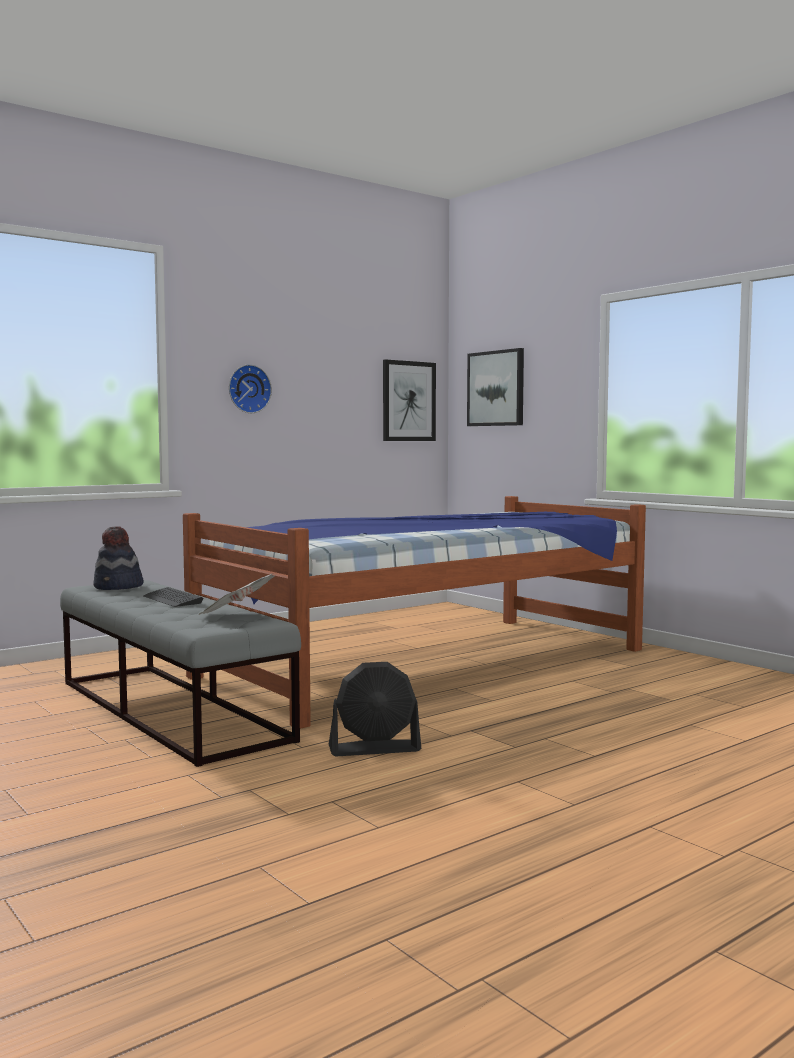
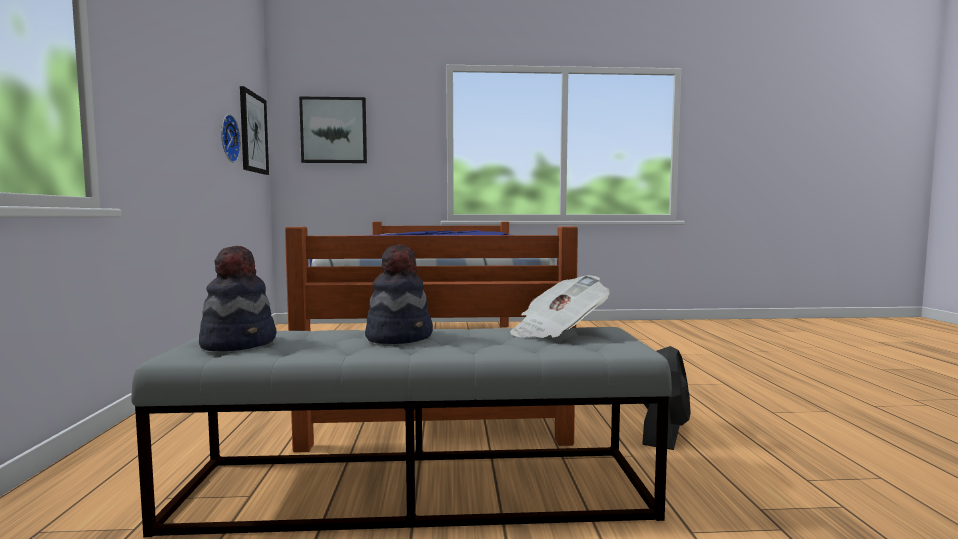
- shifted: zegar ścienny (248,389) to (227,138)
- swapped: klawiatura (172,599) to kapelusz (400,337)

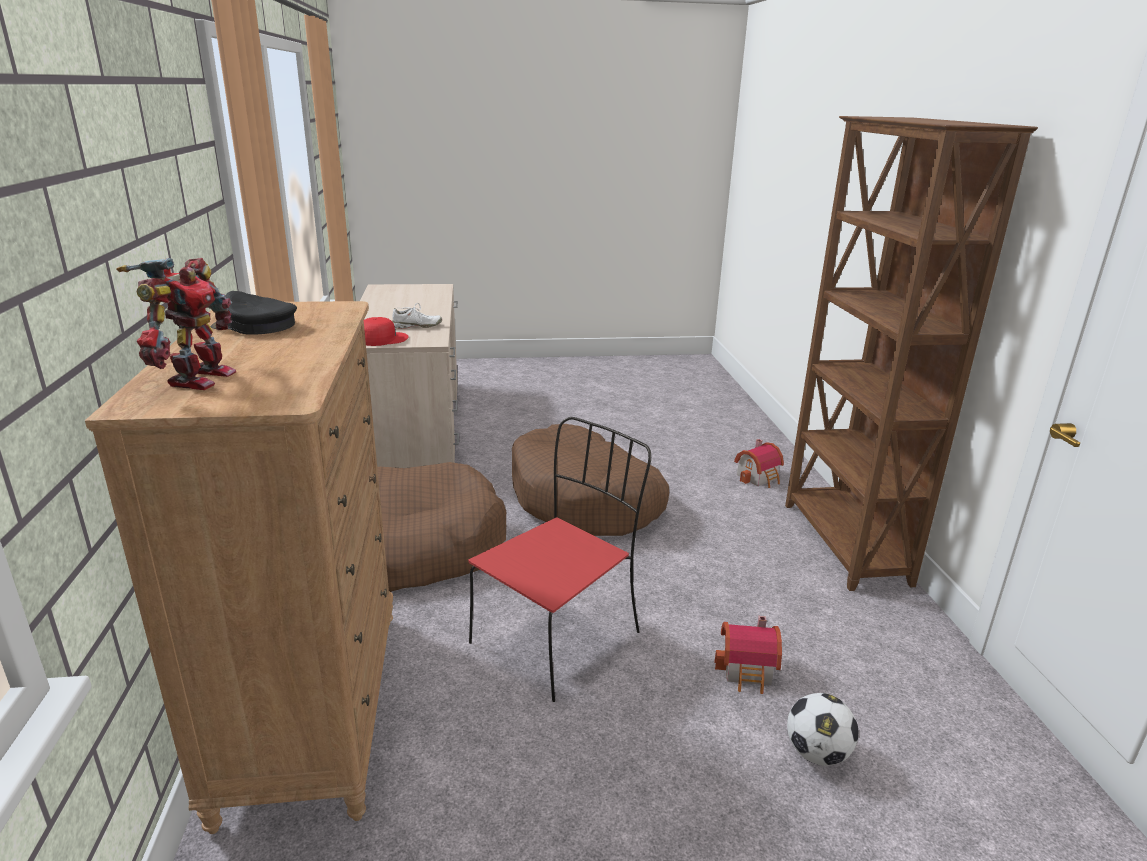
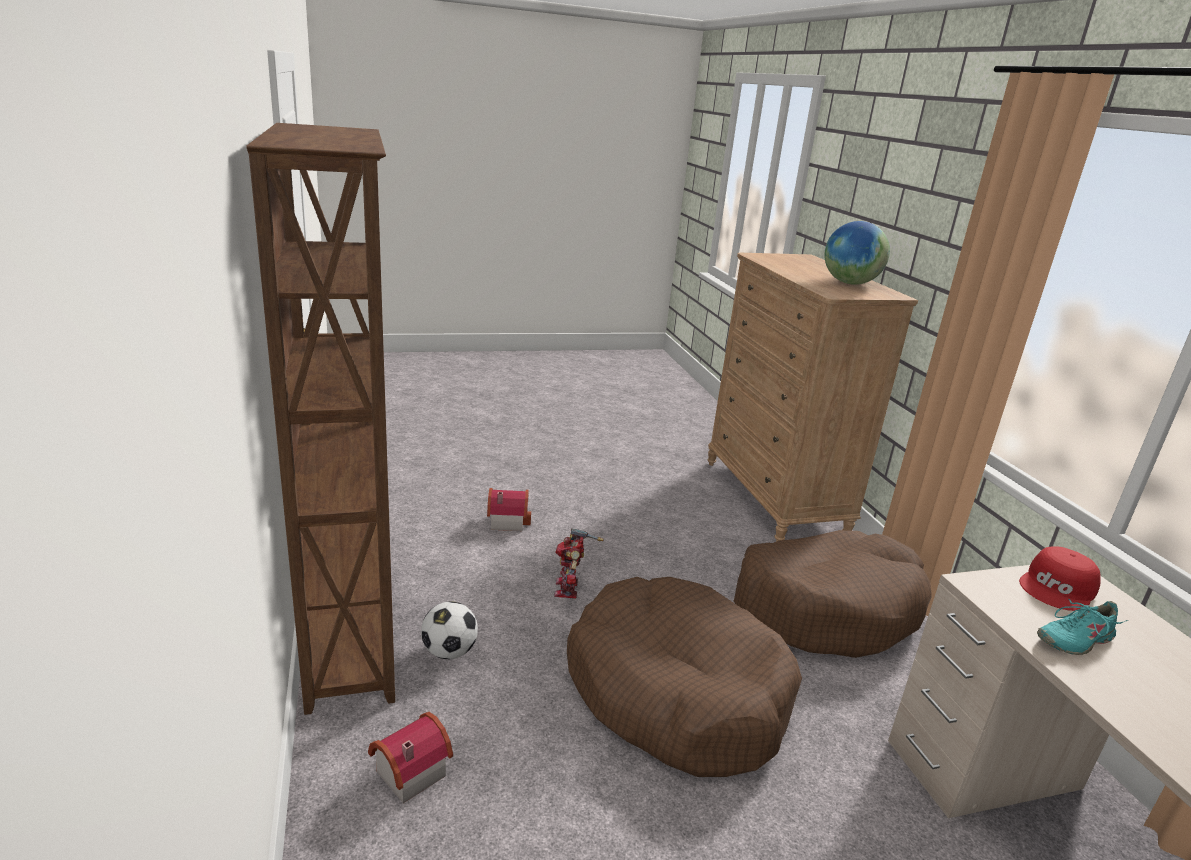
- shifted: piłka futbolowa (816,753) to (449,652)
- shifted: robot zabawkowy (197,378) to (569,589)
- swapped: czapka z daszkiem (czarny) (255,326) to globus (849,283)
- repainted: but (biały) (417,326) to but (turkusowy) (1073,639)
- gone: krzesło (czerwony) (558,636)

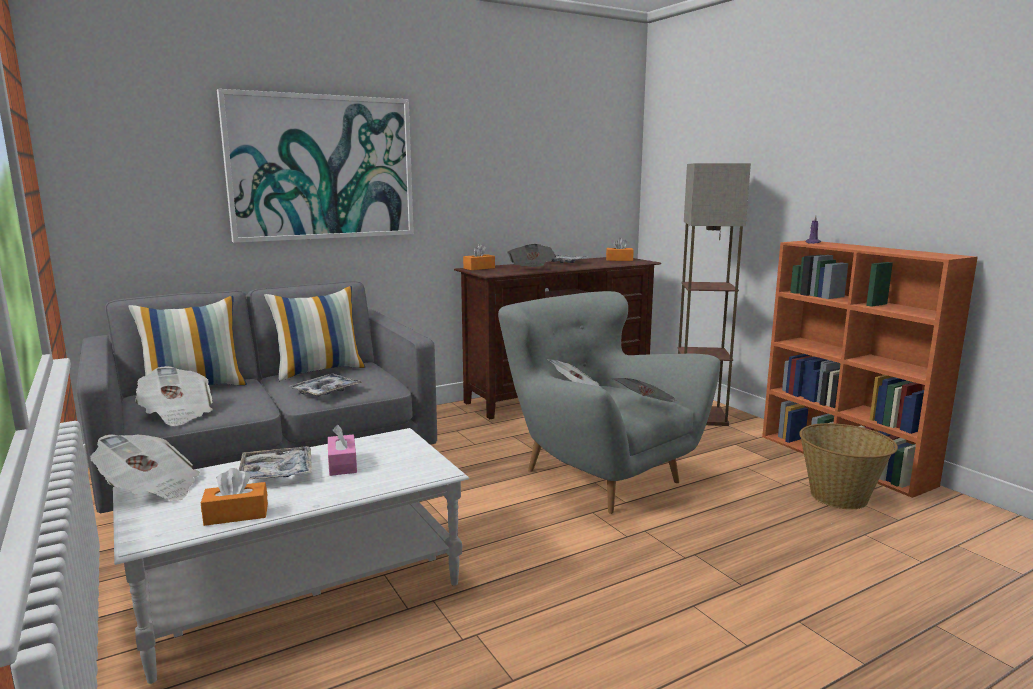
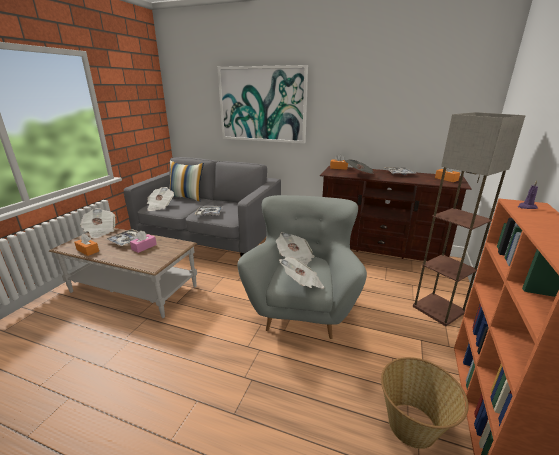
- repainted: ława (biały) (303,592) to ława (brązowy) (134,289)
- gone: poduszka (319,371)

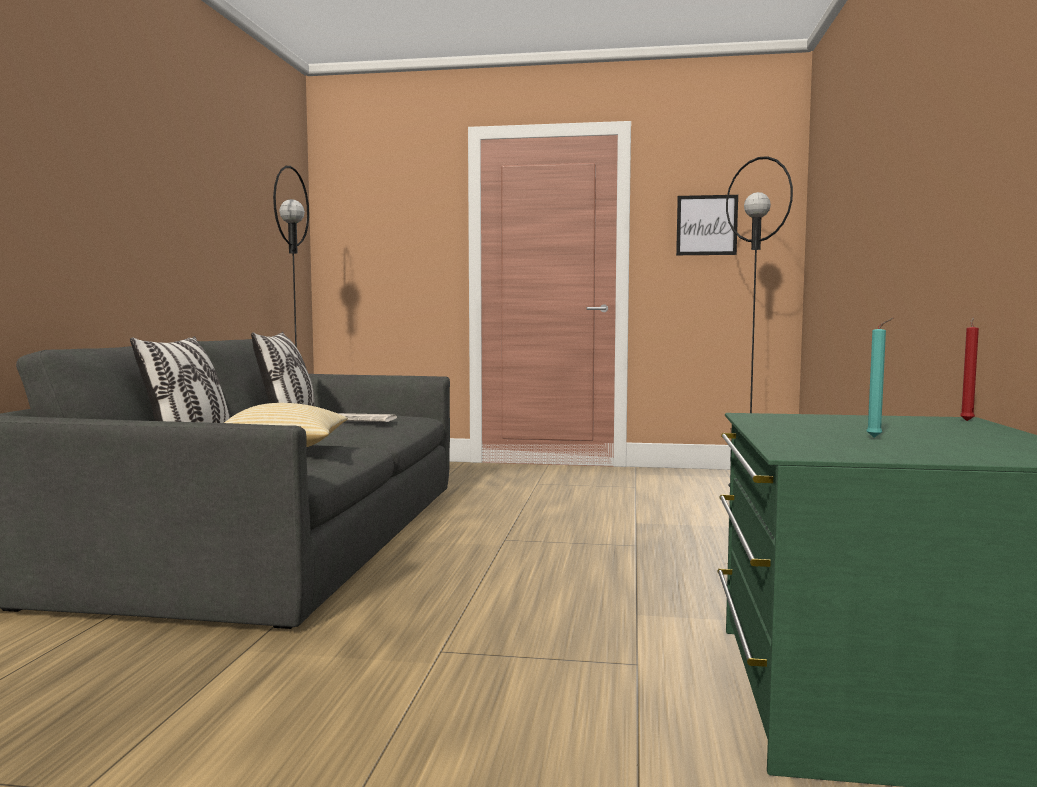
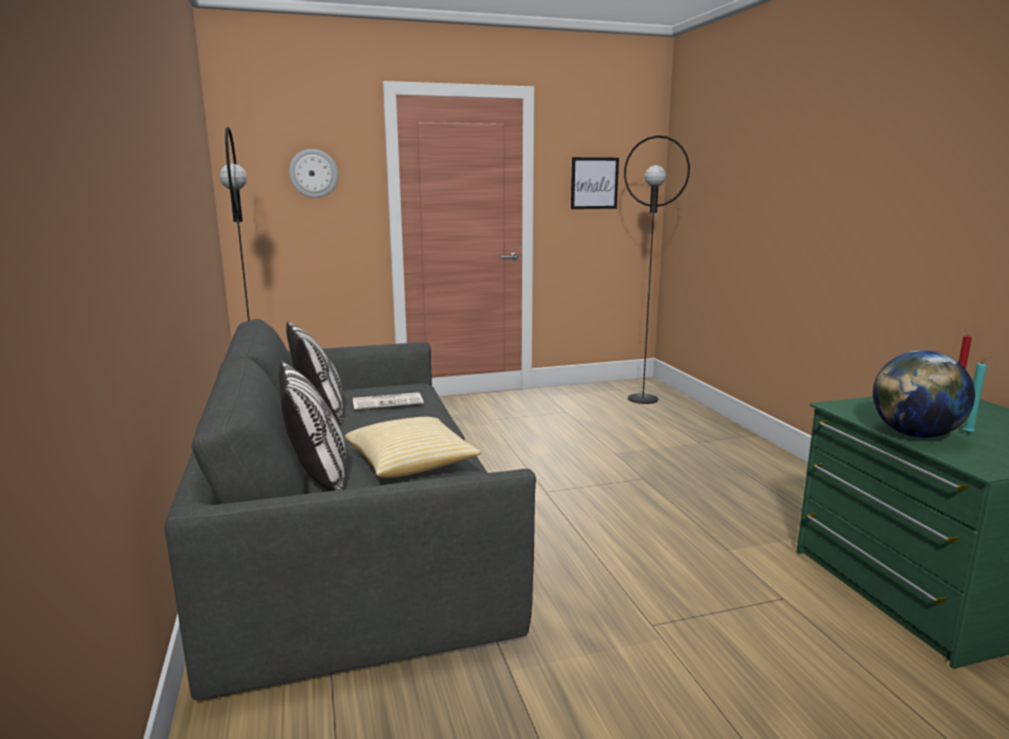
- new: zegar ścienny (313,173)
- new: globus (914,435)

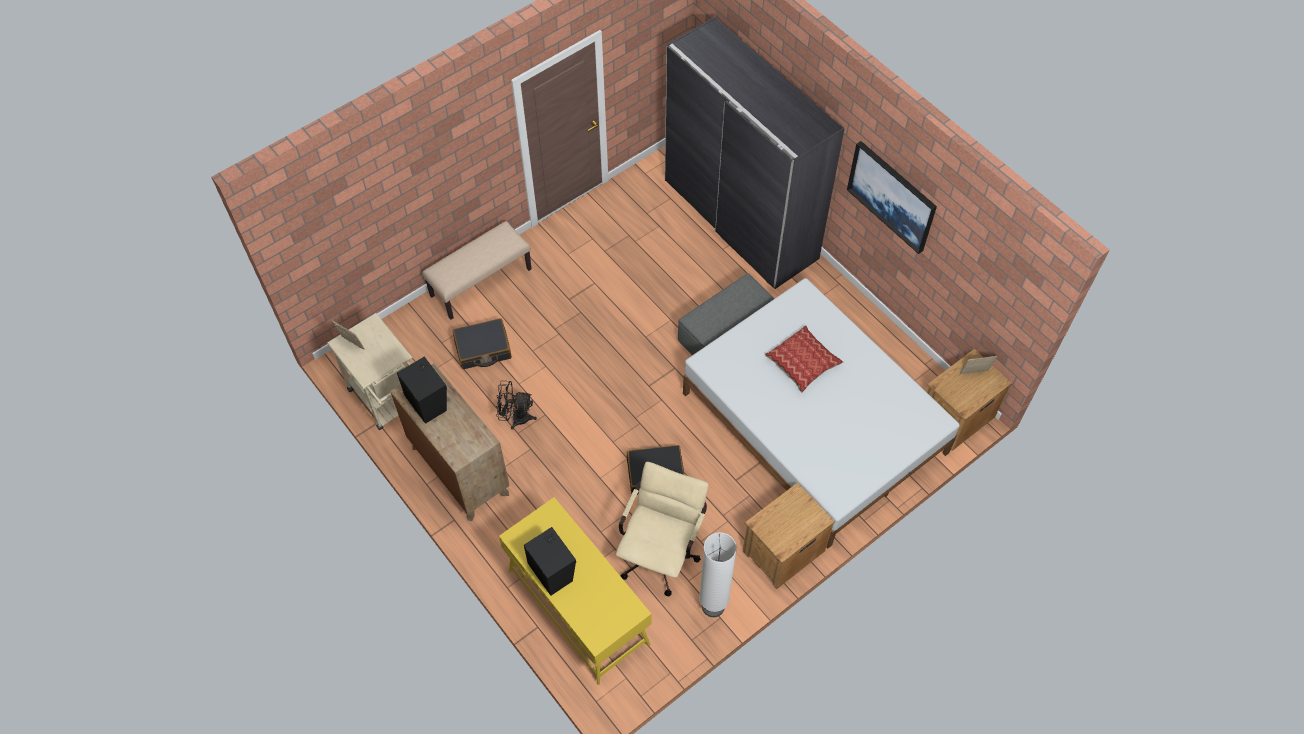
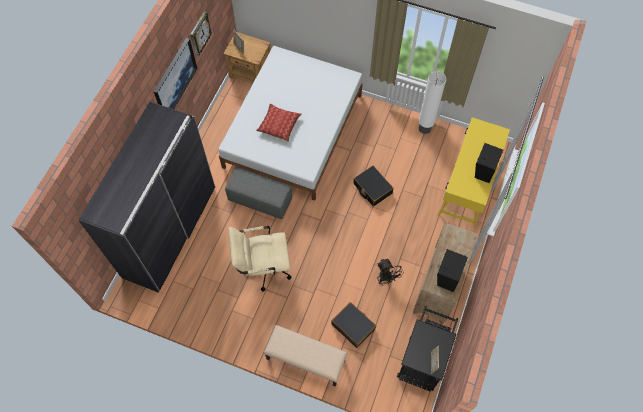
- new: zegar ścienny (199,34)
- shifted: krzesło biurowe (beżowy) (661,551) to (263,267)
- repainted: wózek (beżowy) (390,400) to wózek (czarny) (422,358)
- gone: szafka nocna (brązowy) (782,551)

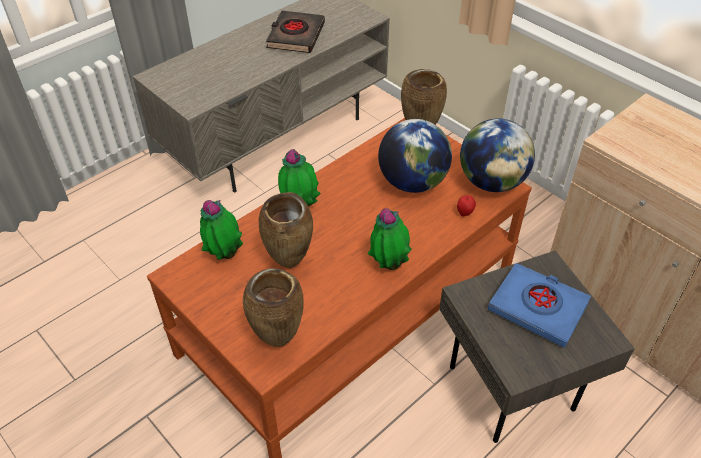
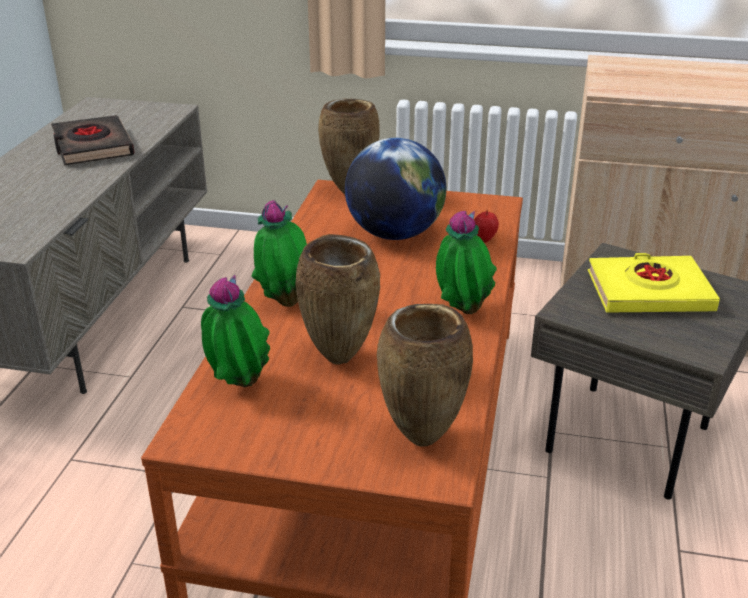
- repainted: książka (niebieski) (538,308) to książka (żółty) (649,292)
- gone: globus (491,182)

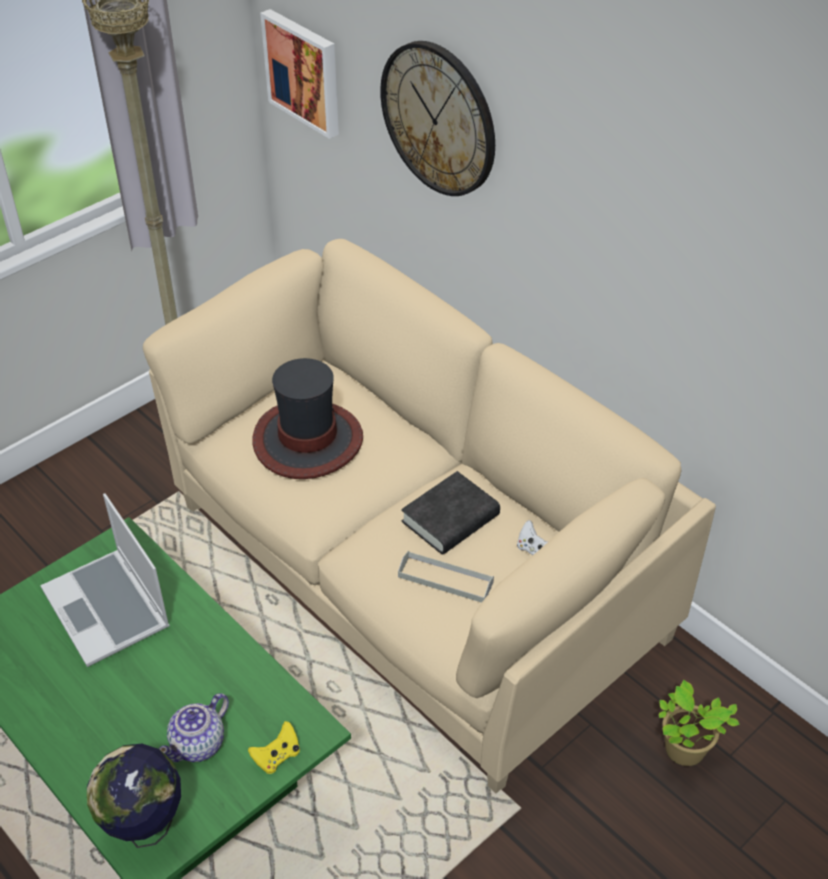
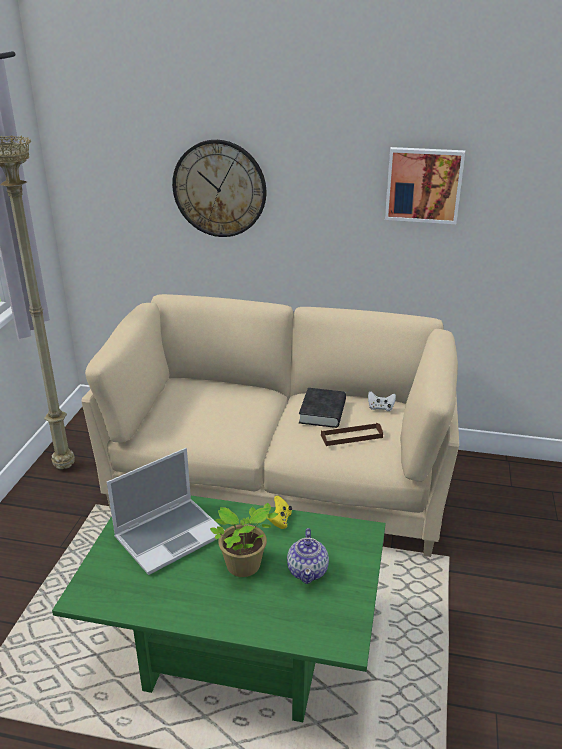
- rotated: laptop (108,609) = (170,535) 60 degrees counterclockwise
- shifted: roślina doniczkowa (684,752) to (244,567)
- shifted: pad do gier (żółty) (277,757) to (280,520)
- repainted: taca (szary) (445,579) to taca (brązowy) (351,436)
- shifted: obraz (304,72) to (424,185)
- gone: globus (145,827)
- gone: kapelusz (307,441)

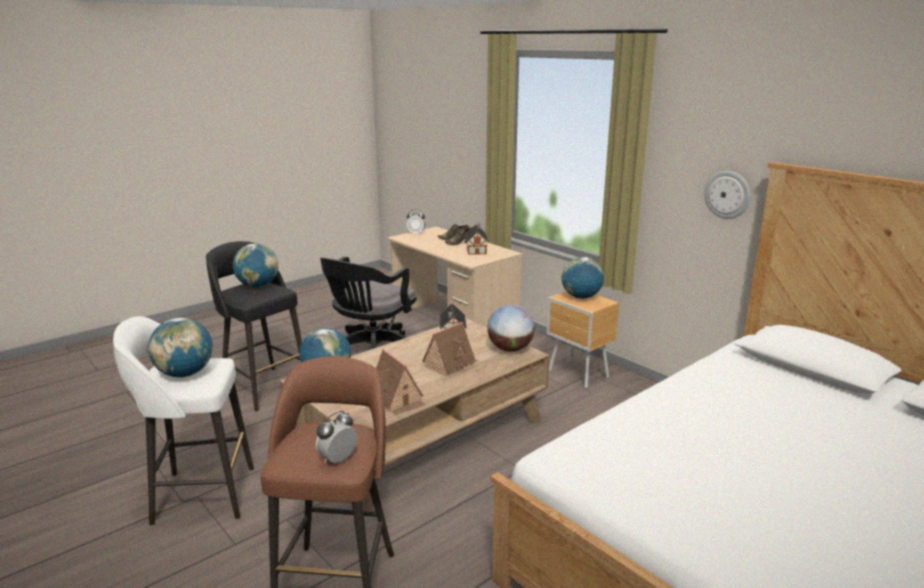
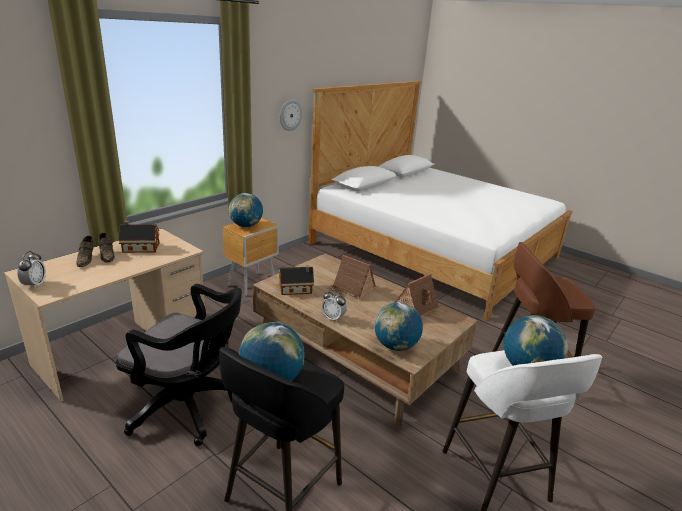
- shifted: budzik (338,459) to (333,318)
- gone: globus (510,349)

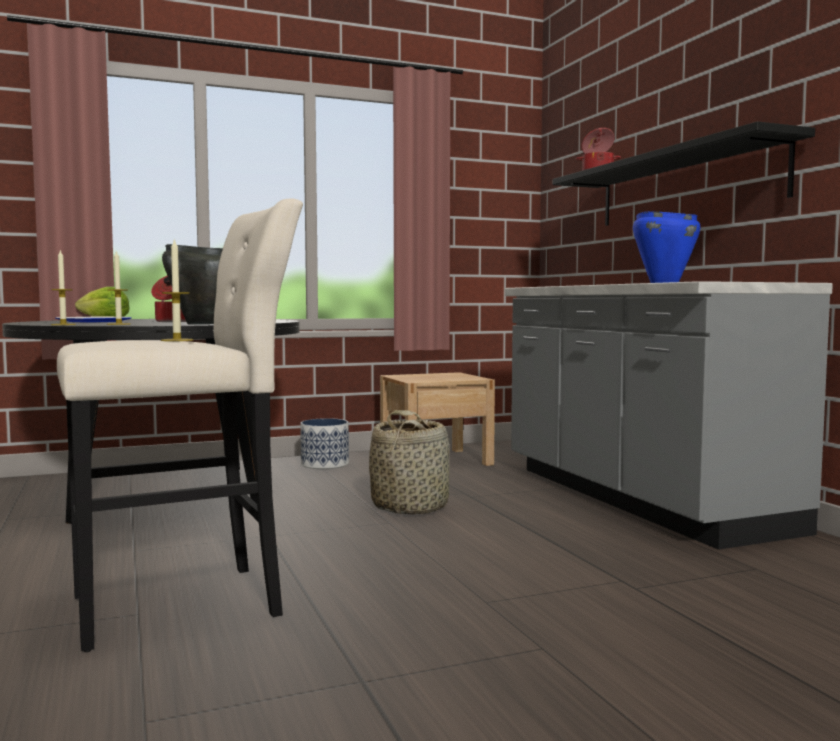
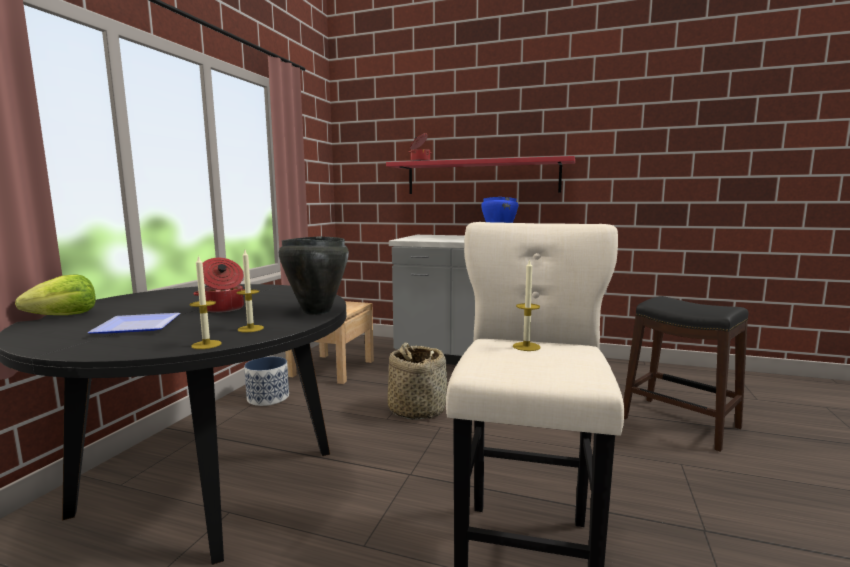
- repainted: półka (czarny) (685,186) to półka (czerwony) (481,177)
- new: stołek (czarny) (680,422)

